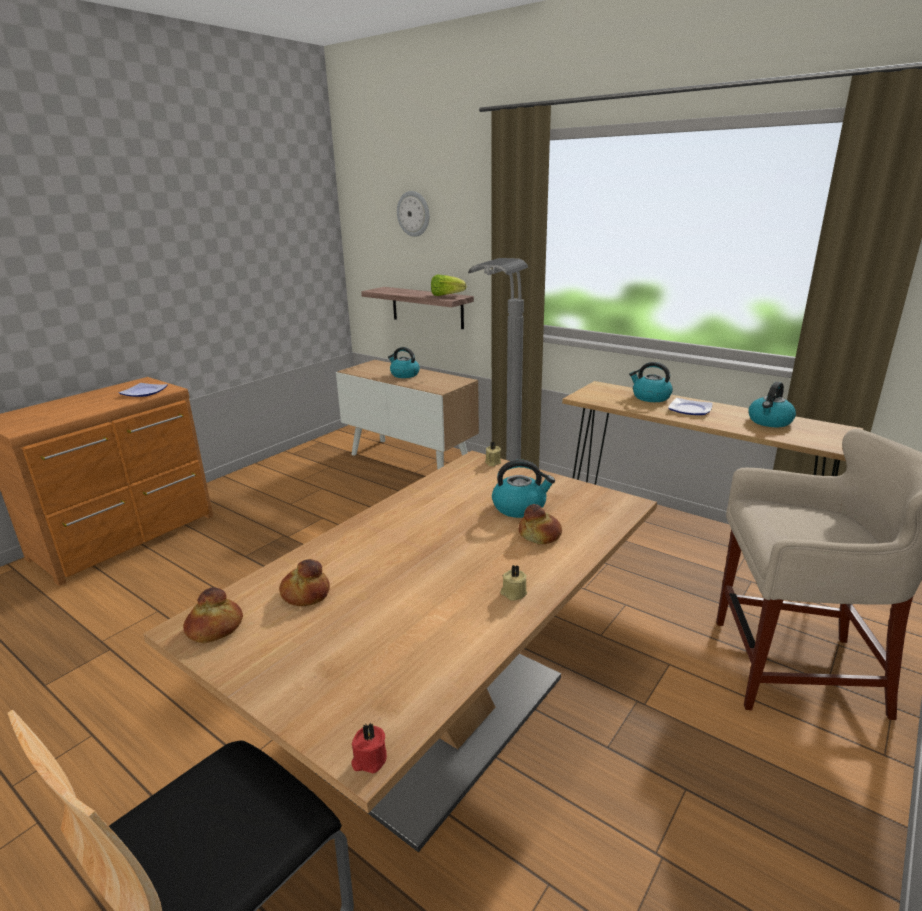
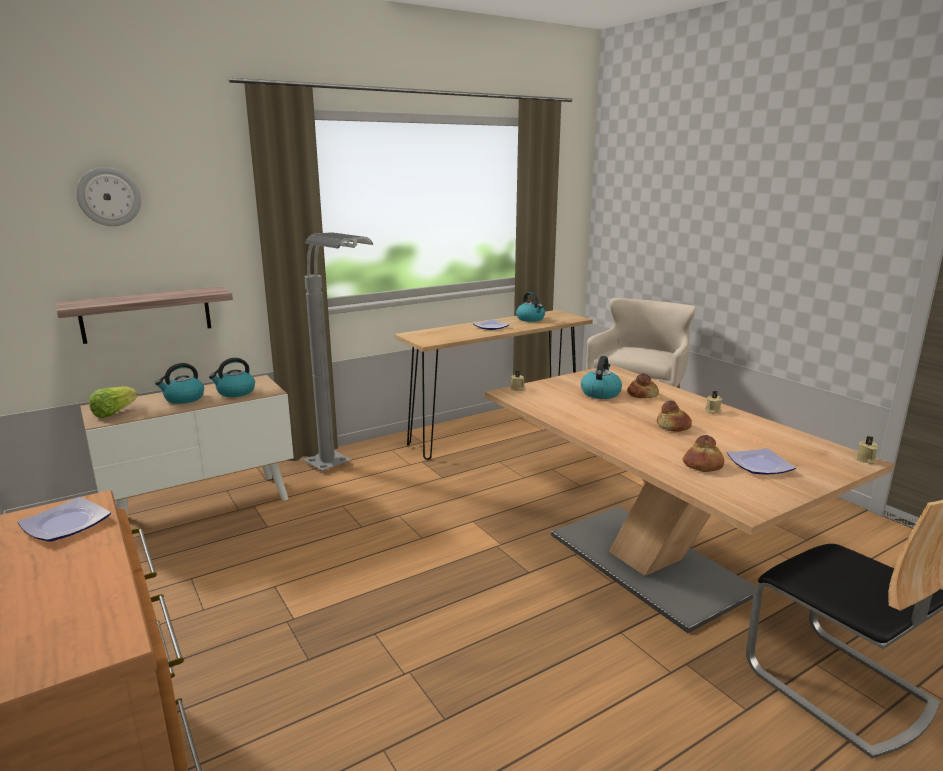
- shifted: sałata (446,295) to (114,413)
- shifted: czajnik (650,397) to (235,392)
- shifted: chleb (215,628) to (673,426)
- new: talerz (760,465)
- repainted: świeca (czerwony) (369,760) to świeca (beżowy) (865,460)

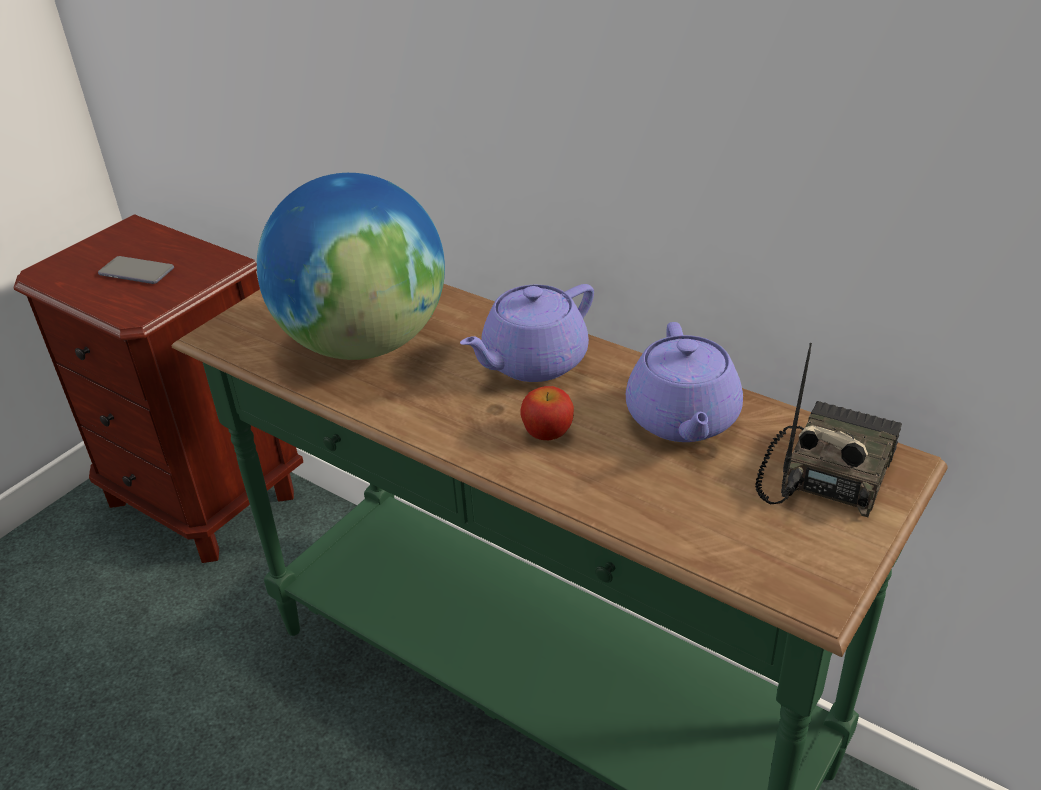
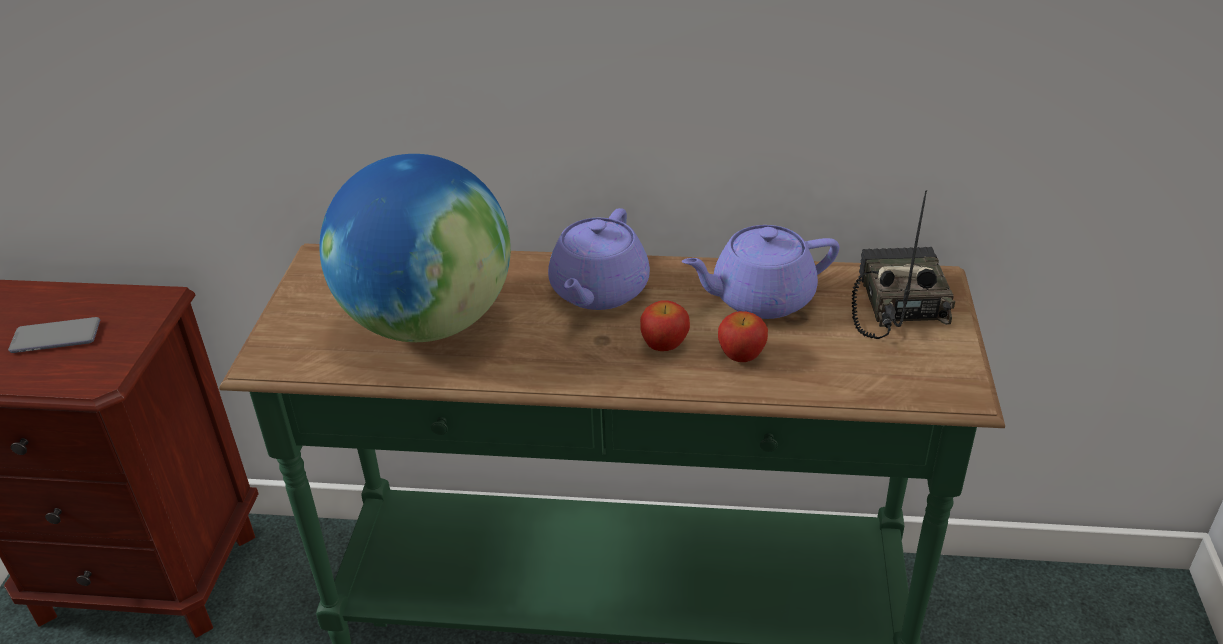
- rotated: imbryk (fioletowy) (682,419) = (760,298) 105 degrees clockwise
- new: jabłko (741,355)

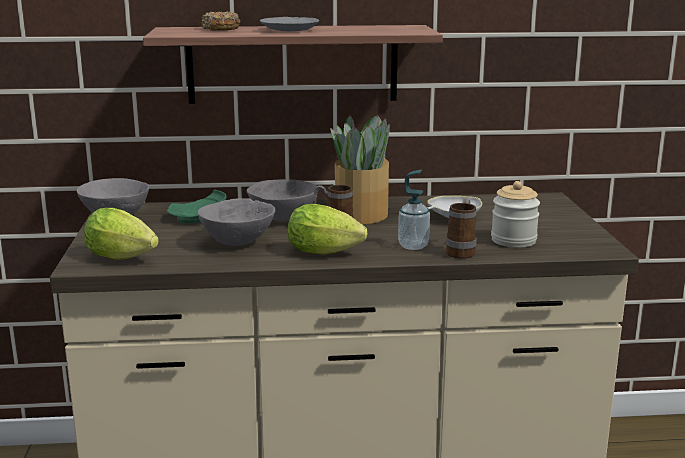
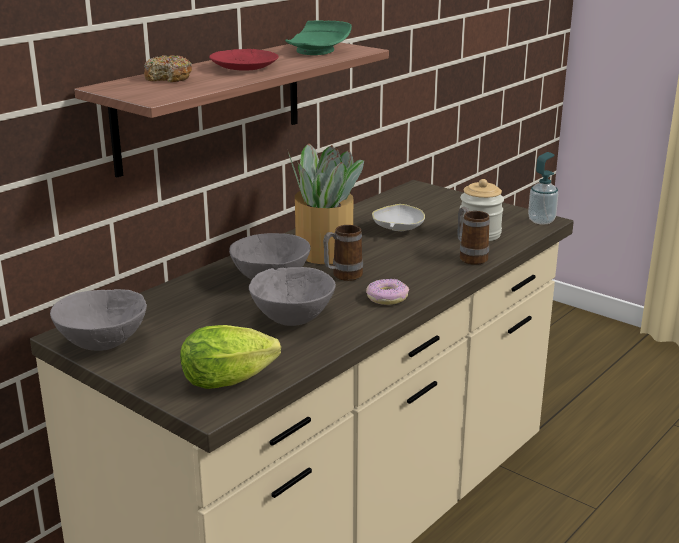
- repainted: talerz (szary) (290,30) to talerz (czerwony) (244,67)
- shifted: talerz (zielony) (199,218) to (319,51)
- swapped: sałata (328,253) to donut (387,298)
- shifted: dozownik mydła (413,246) to (541,221)

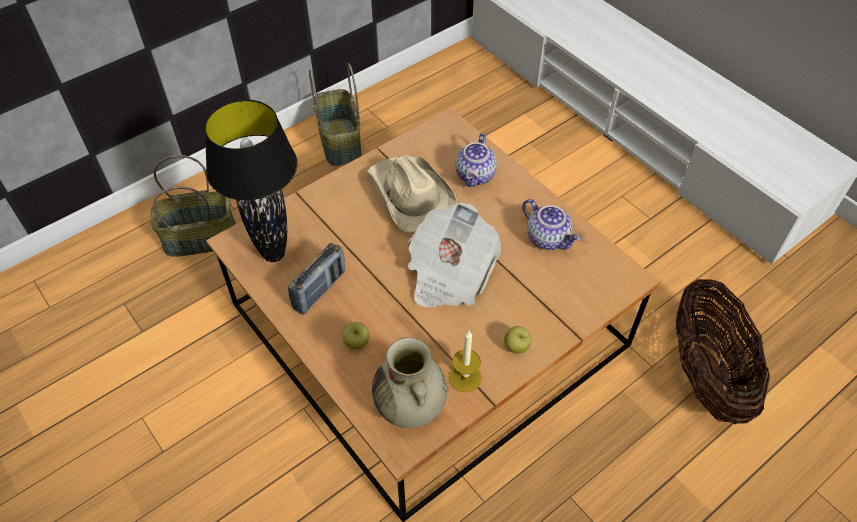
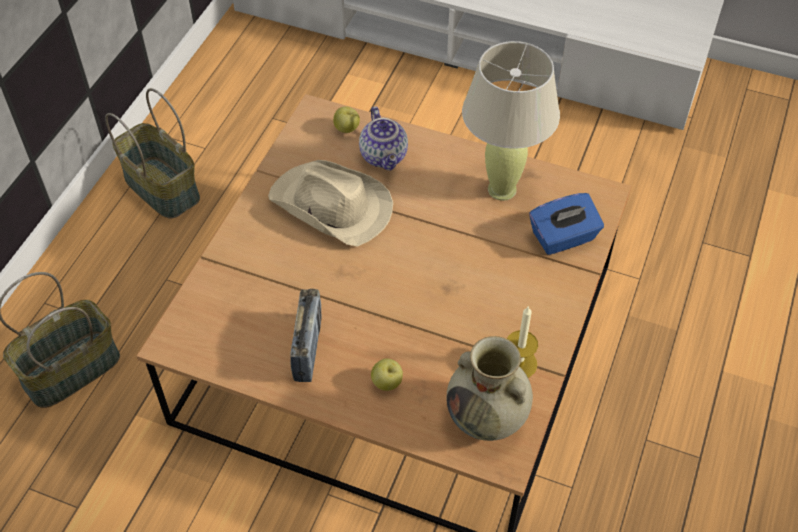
- shifted: jabłko (516,347) to (346,129)
- swapped: imbryk (548,238) to lampa stołowa (beżowy) (501,189)
- new: pudełko chusteczek (niebieski) (563,238)
- gone: lampa stołowa (czarny) (274,254)
- gone: gazeta (449,274)
- gone: koszyk (706,374)

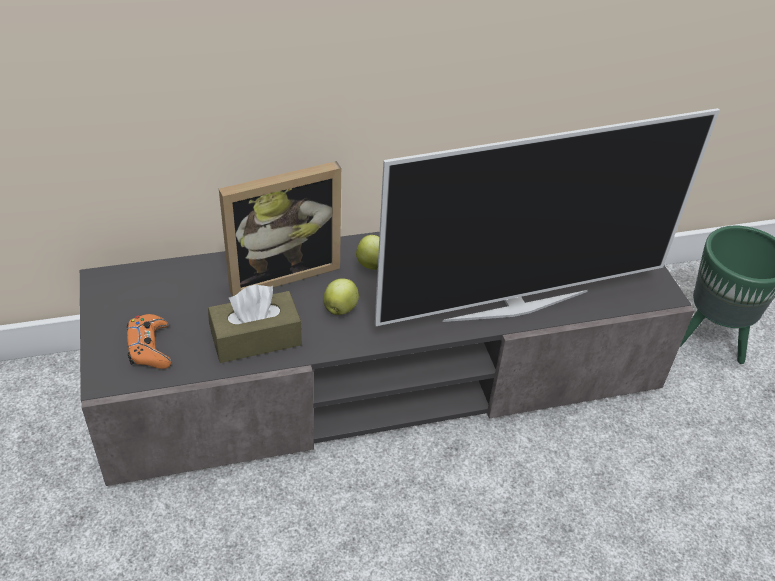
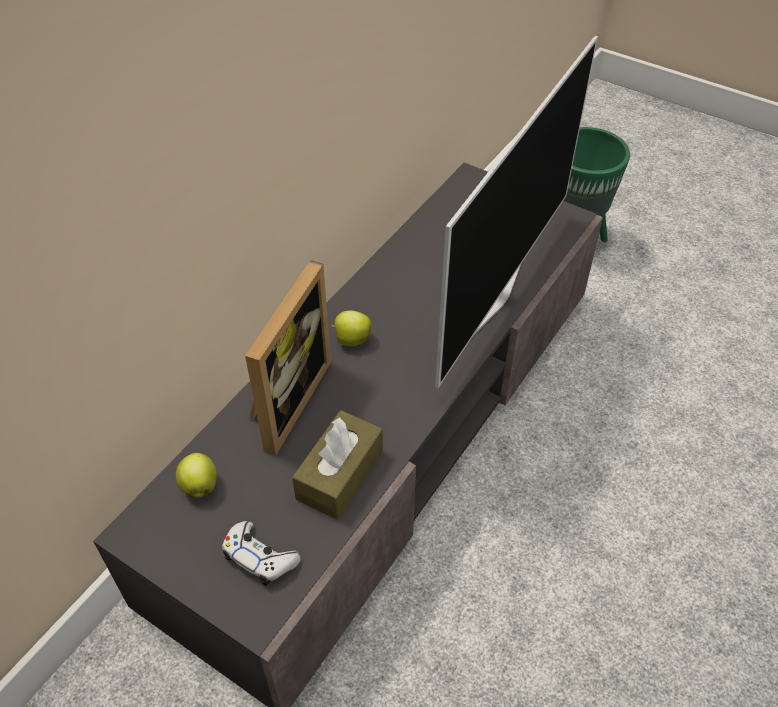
- shifted: jabłko (341,308) to (199,485)
- repainted: pad do gier (pomarańczowy) (150,348) to pad do gier (biały) (260,557)

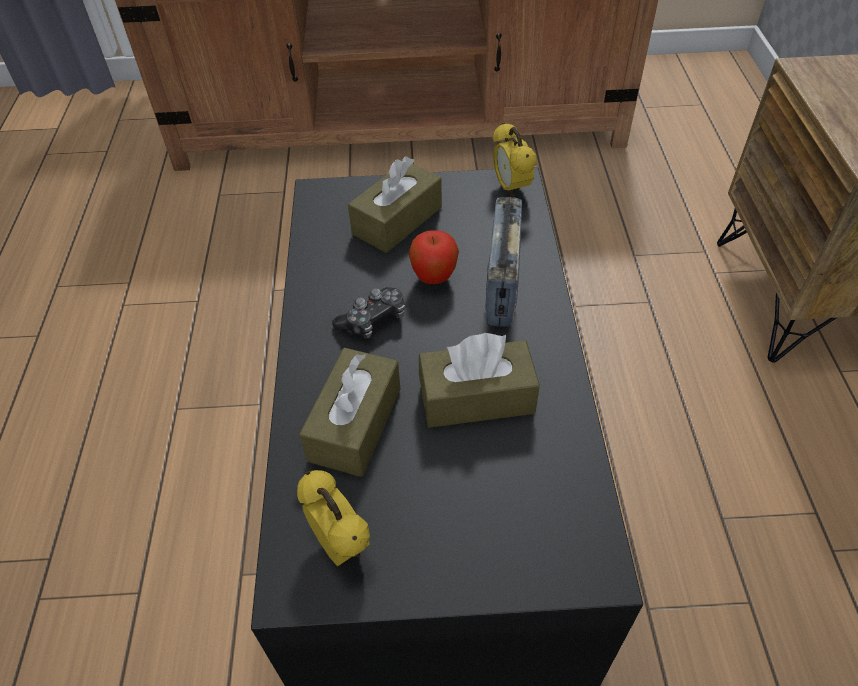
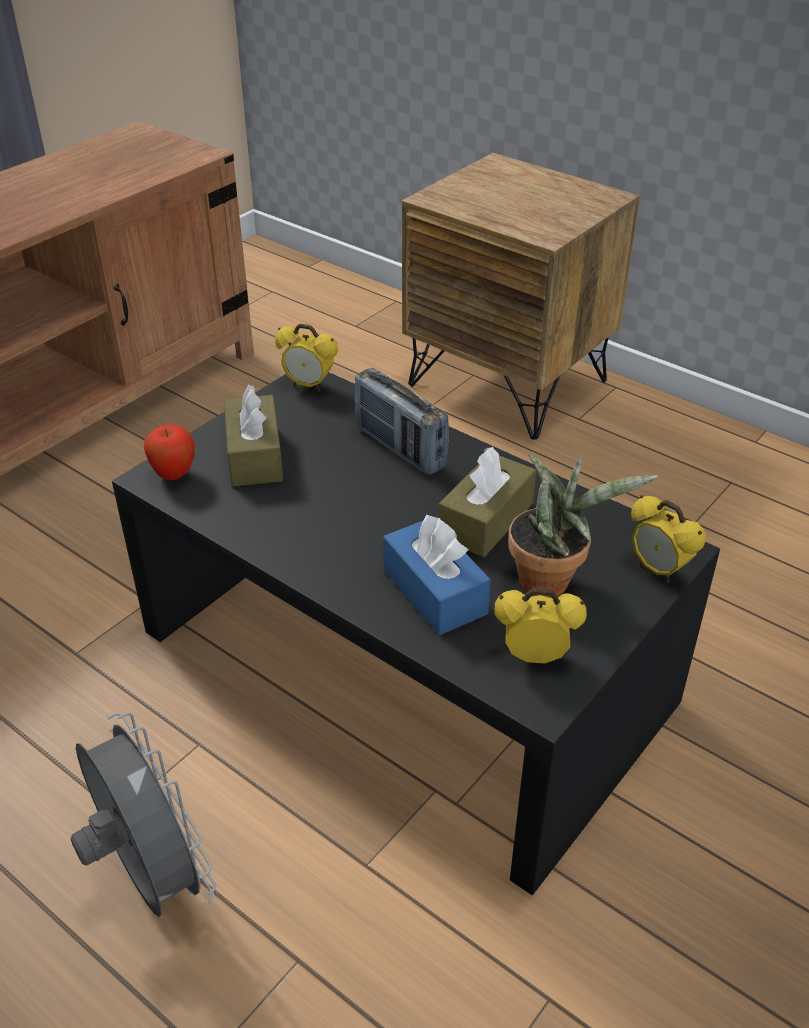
- new: wentylator (szary) (151,877)
- shifted: jabłko (434,278) to (174,475)
- repainted: pudełko chusteczek (brązowy) (355,424) to pudełko chusteczek (niebieski) (434,591)
- new: roślina doniczkowa (551,580)
- new: budzik (658,570)
- gone: pad do gier (373,320)

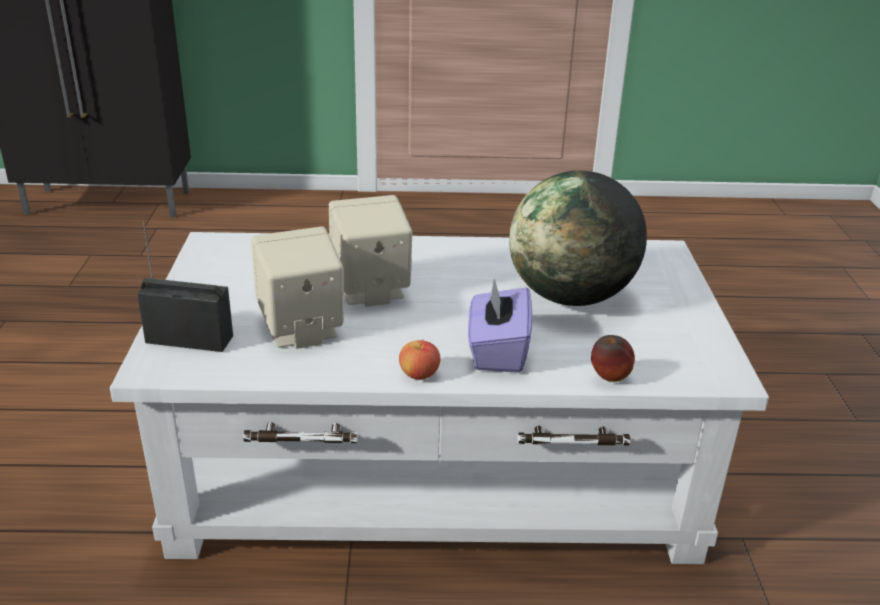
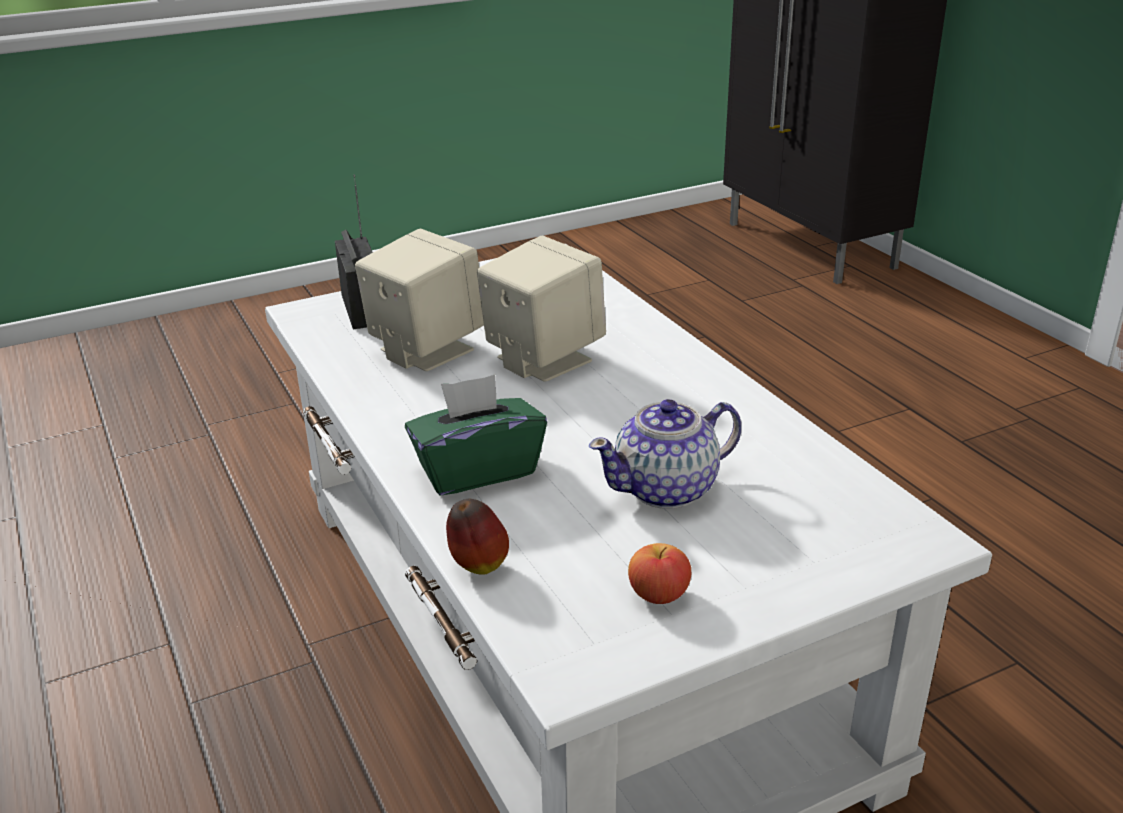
- repainted: pudełko chusteczek (fioletowy) (497,351) to pudełko chusteczek (zielony) (477,470)
- swapped: globus (570,297) to imbryk (667,489)
- shifted: jabłko (419,374) to (658,594)

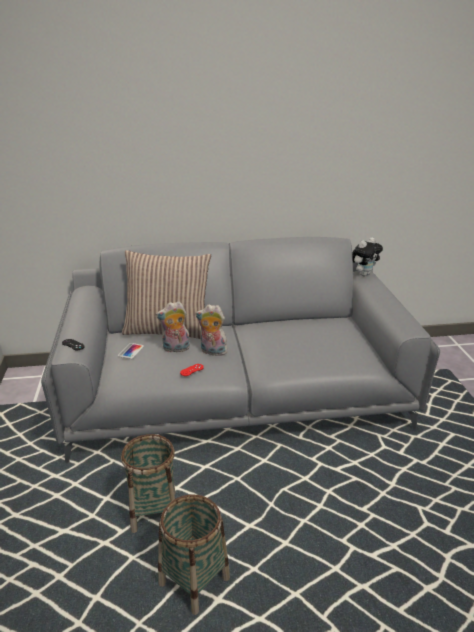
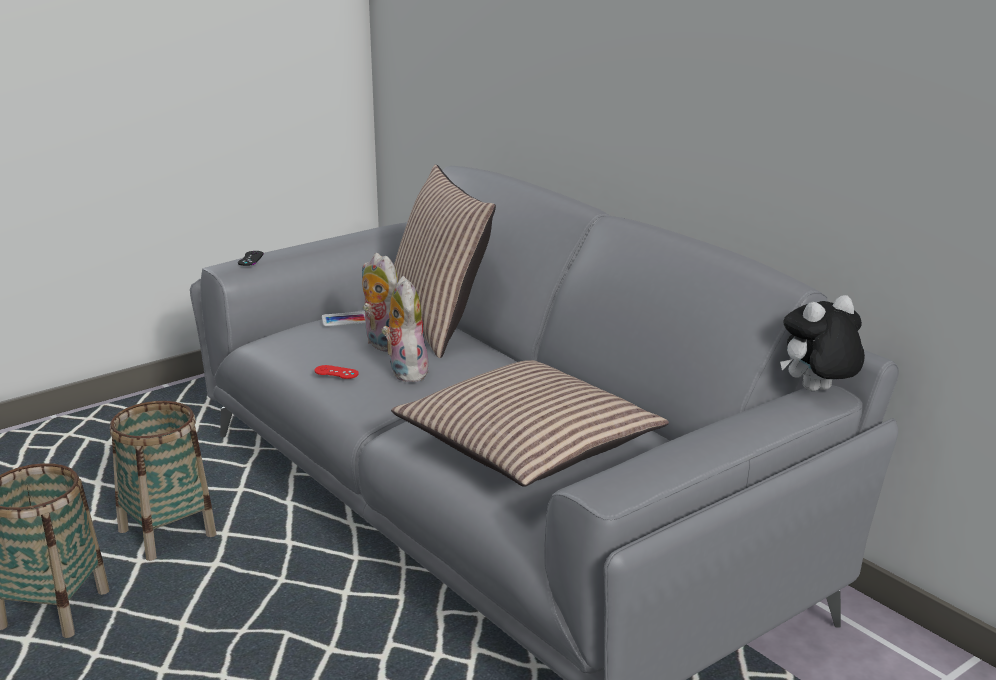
- new: poduszka (528,444)
- rotated: pluszak (363,274) = (817,392) 135 degrees clockwise

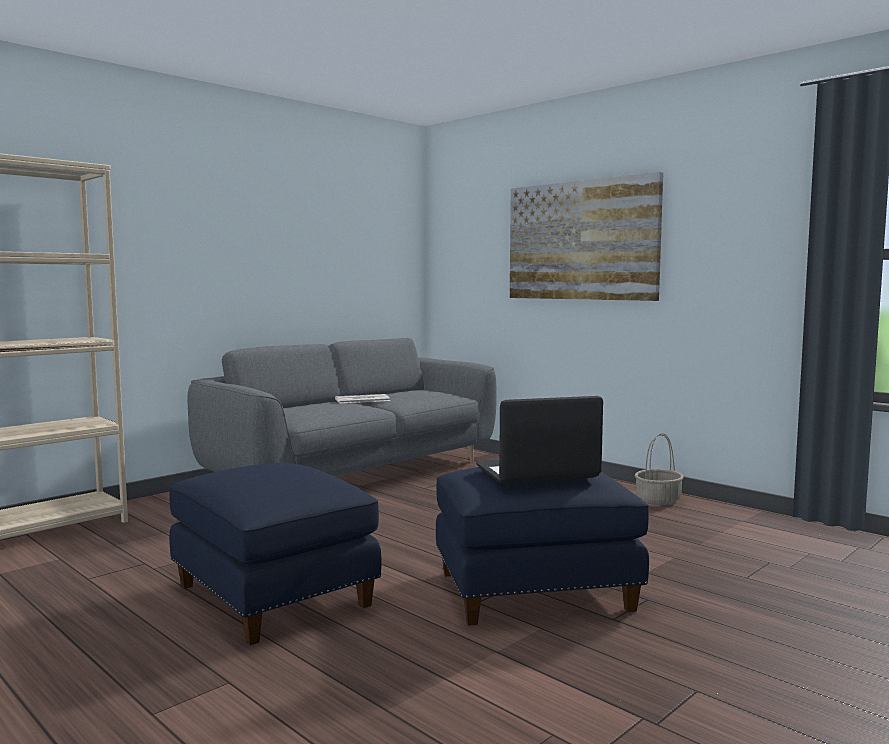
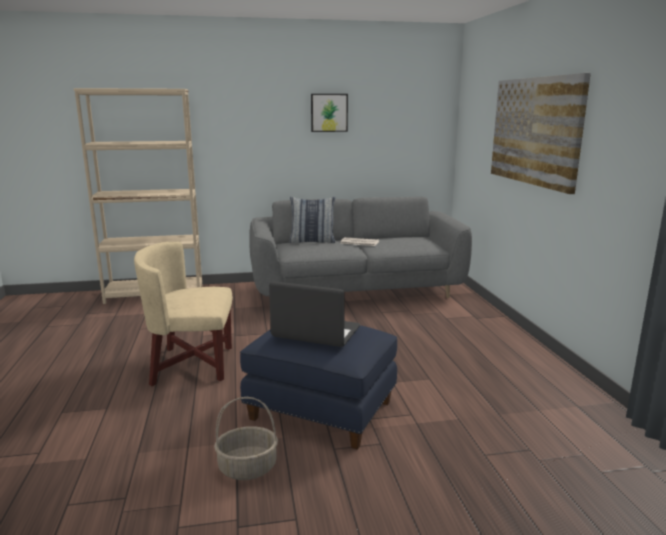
- swapped: pufa (niebieski) (271,596) to fotel (beżowy) (191,365)
- shifted: koszyk (658,500) to (247,468)
- new: poduszka (312,241)
- new: obraz (329,112)

